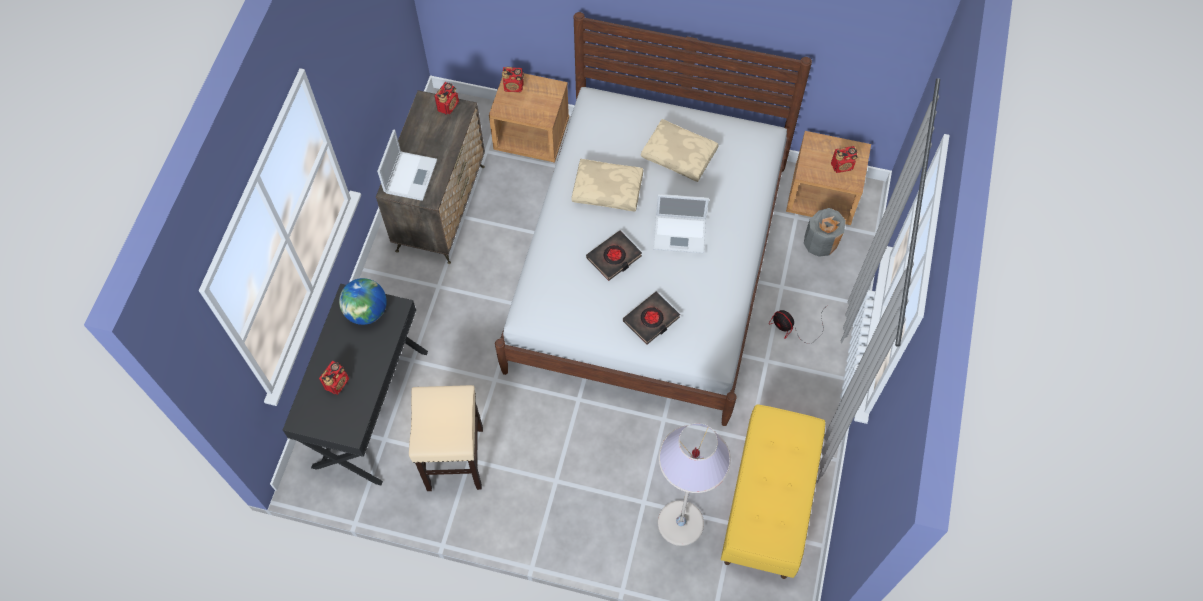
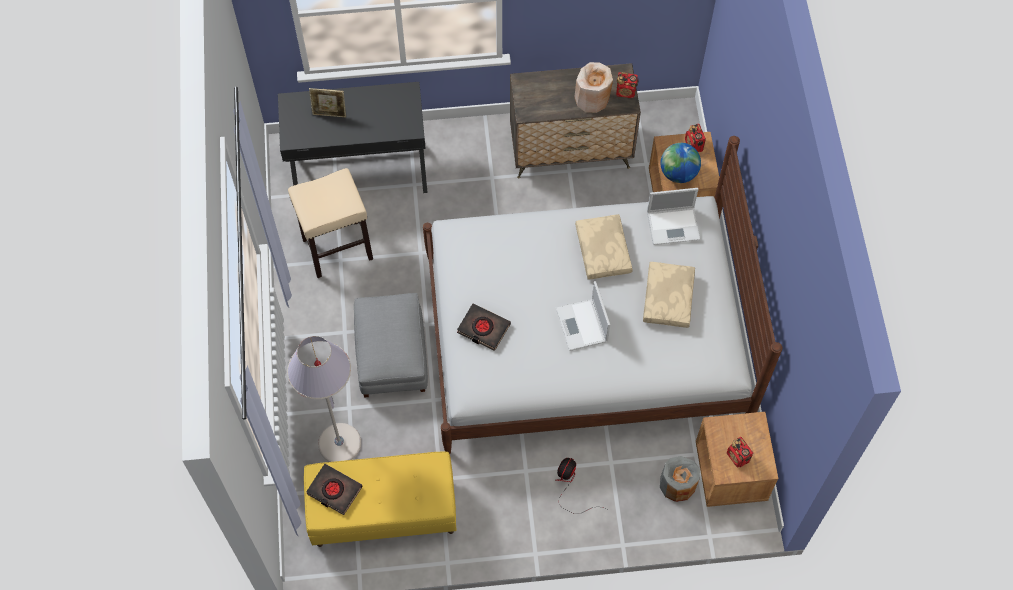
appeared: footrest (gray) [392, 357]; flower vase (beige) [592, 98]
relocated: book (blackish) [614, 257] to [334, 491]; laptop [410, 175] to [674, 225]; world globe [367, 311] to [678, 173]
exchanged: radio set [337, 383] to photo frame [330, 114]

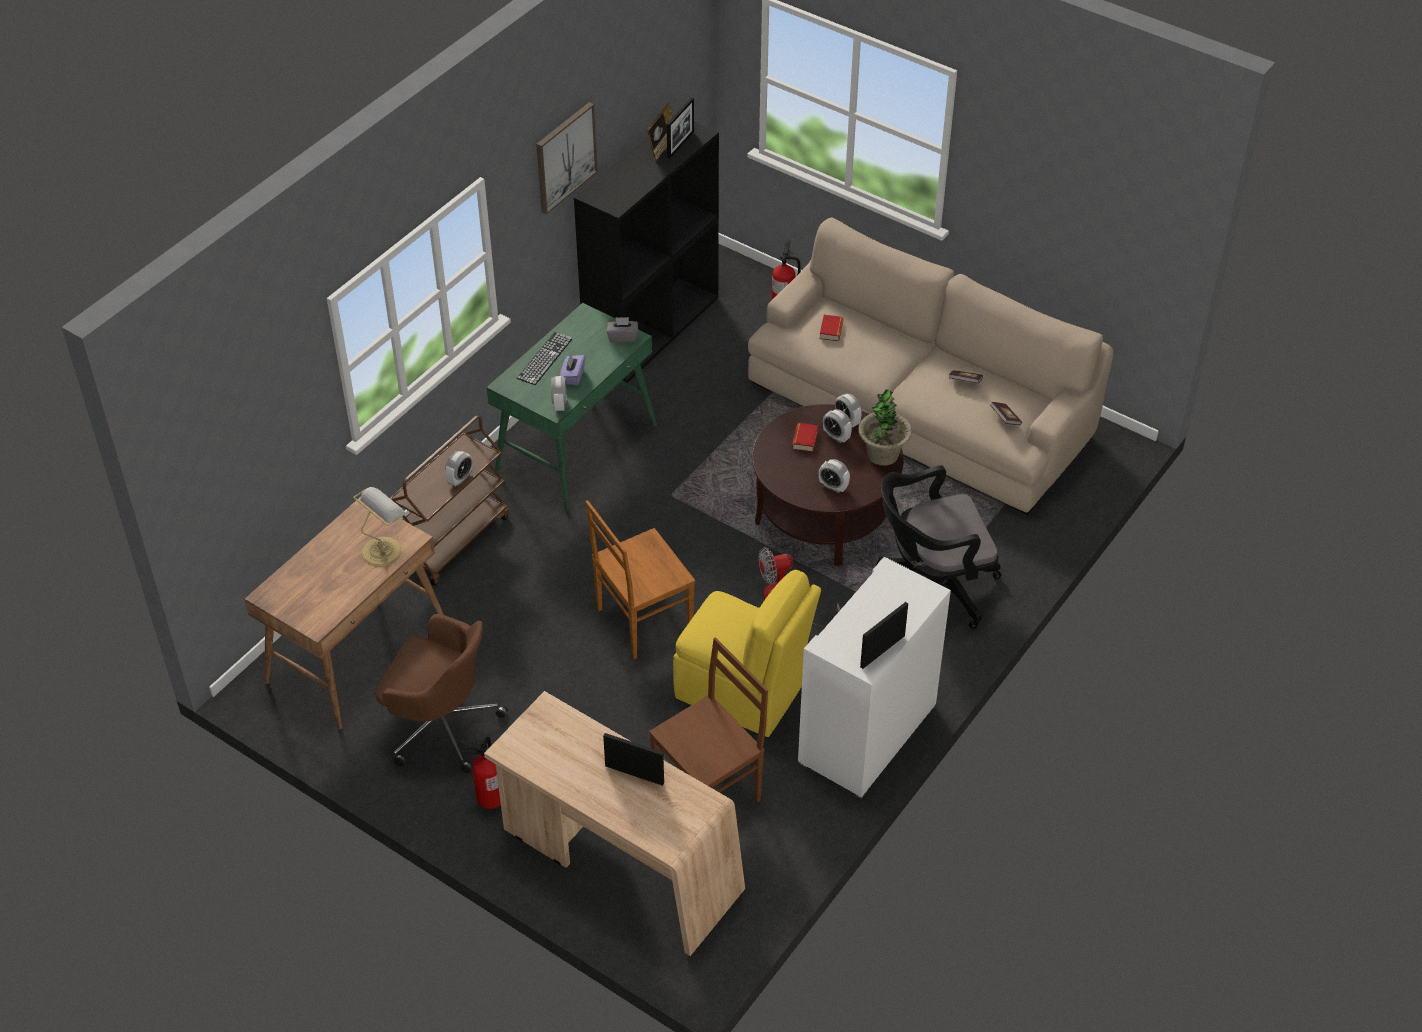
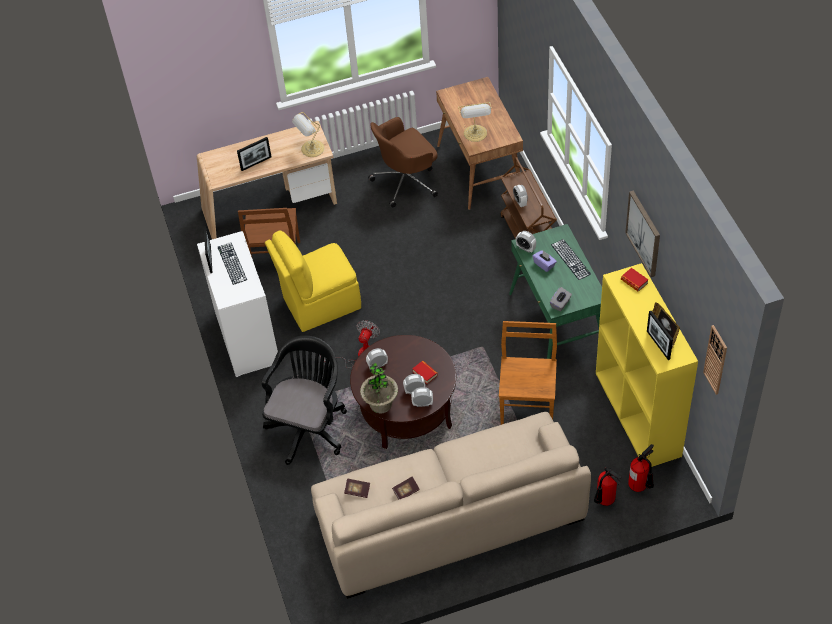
appeared: computer keyboard [232, 263]; table lamp [311, 149]; hanging clock [715, 359]
relocated: plain chair (brown) [642, 621] to [527, 406]; book [831, 330] to [634, 281]; fire extinguisher [490, 796] to [640, 486]
colour: bookshelf (blackish) [652, 329] to bookshelf (yellow) [639, 414]

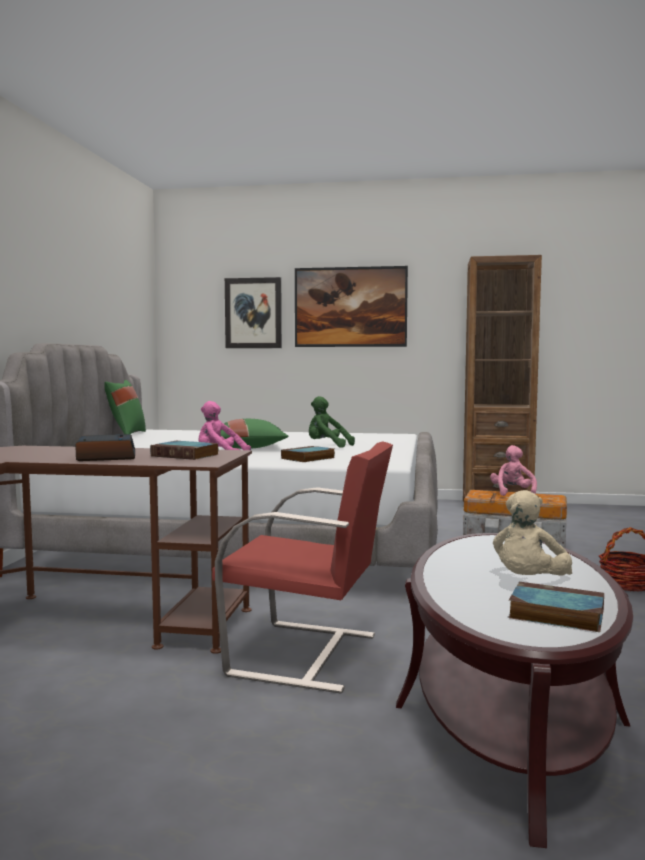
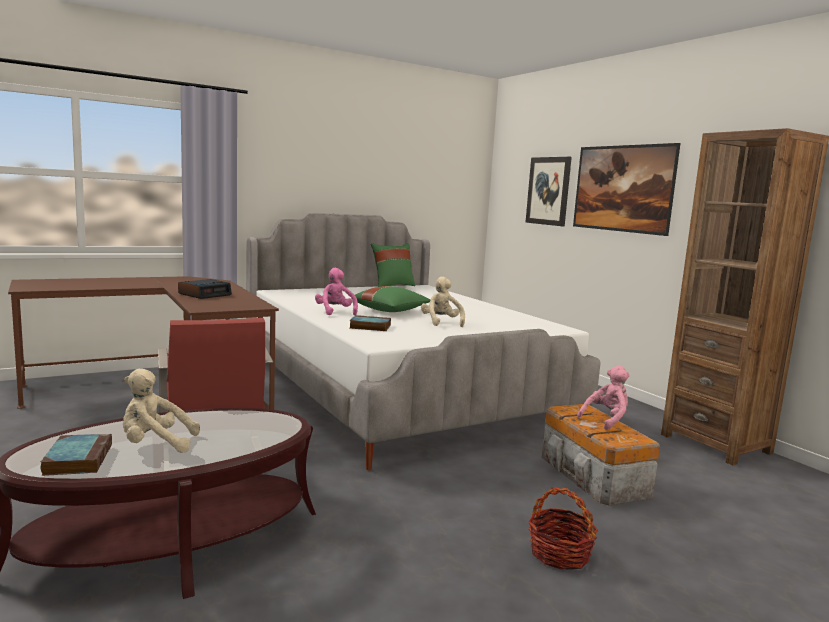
missing: book [186, 455]
colour: cuddly toy (green-coloured) [327, 446] to cuddly toy (beige) [441, 322]

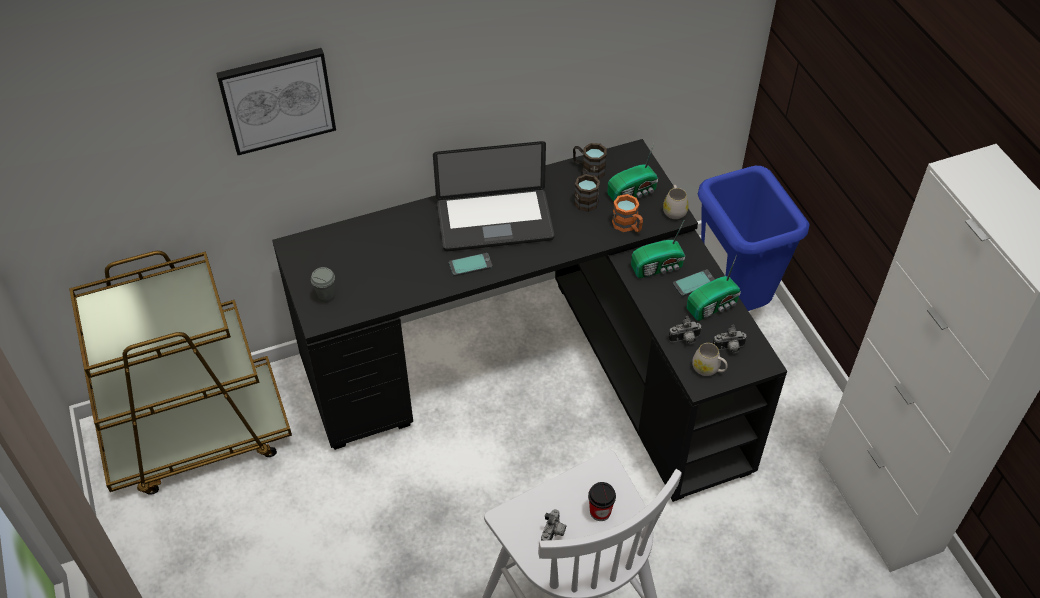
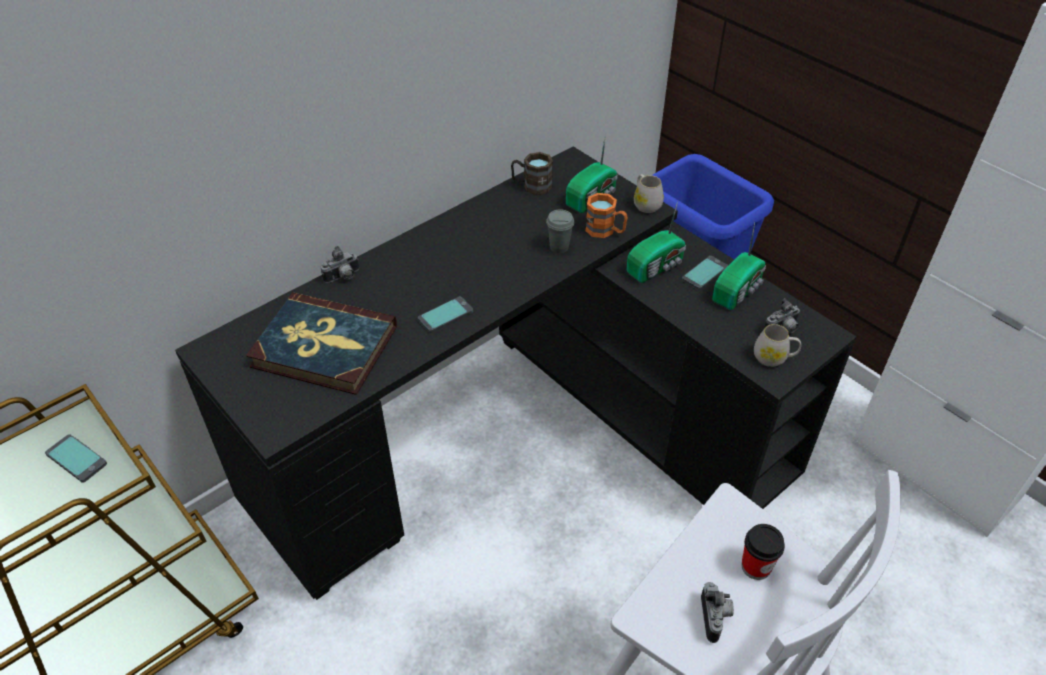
missing: wall picture [277, 99]; laptop [495, 222]; mug (brown) [585, 198]
appeared: telephone [77, 459]; book [324, 347]
relocated: photo camera [685, 340] to [343, 277]; drinking cup (gray) [326, 296] to [559, 247]

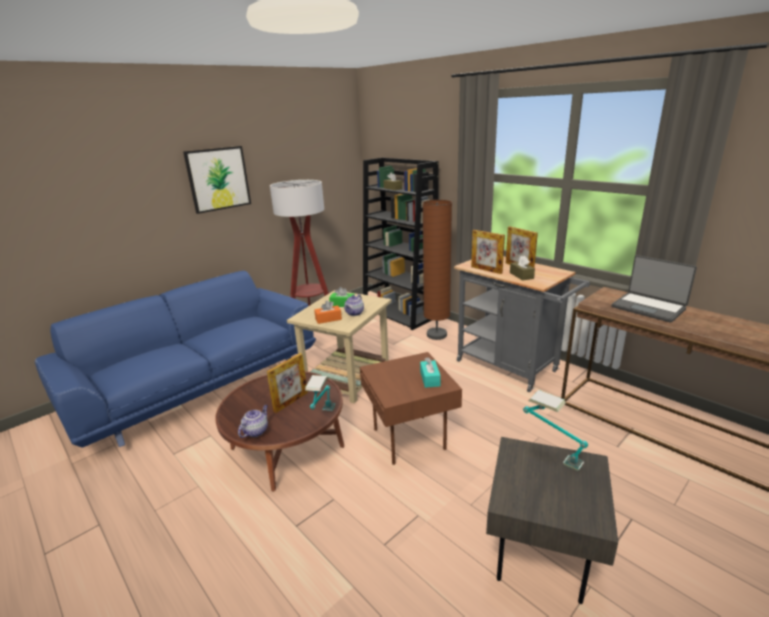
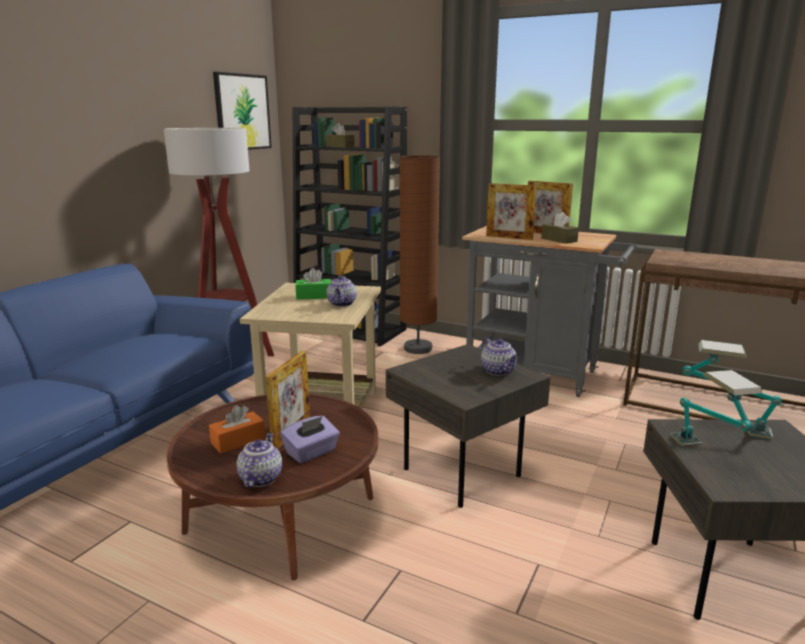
missing: laptop [648, 307]
appeared: tissue holder (purple) [311, 452]
relocated: tissue holder (orange-coloured) [328, 319] to [238, 441]; wall picture [218, 179] to [242, 112]; table lamp [323, 418] to [706, 458]
exchanged: tissue holder (blue-green) [430, 379] to teapot [498, 371]
colour: end table (brown) [411, 439] to end table (gray) [465, 472]

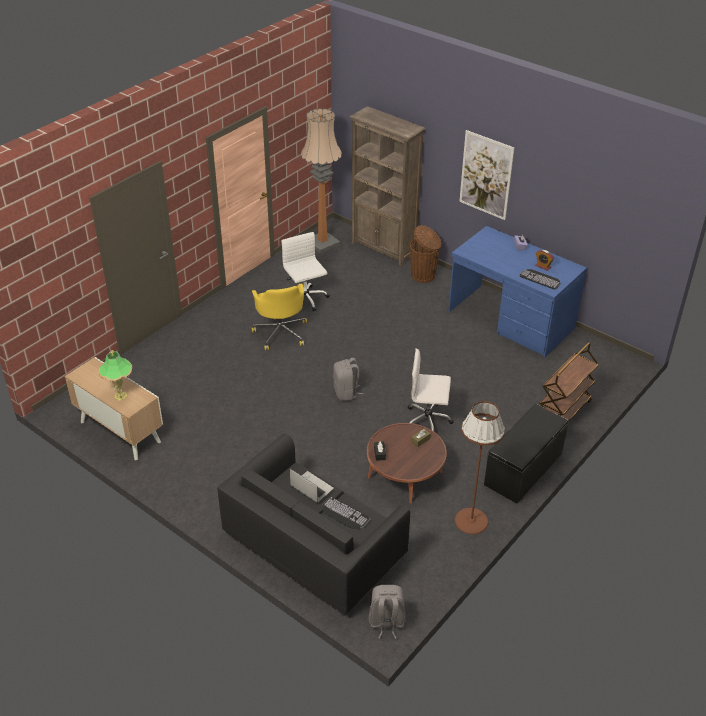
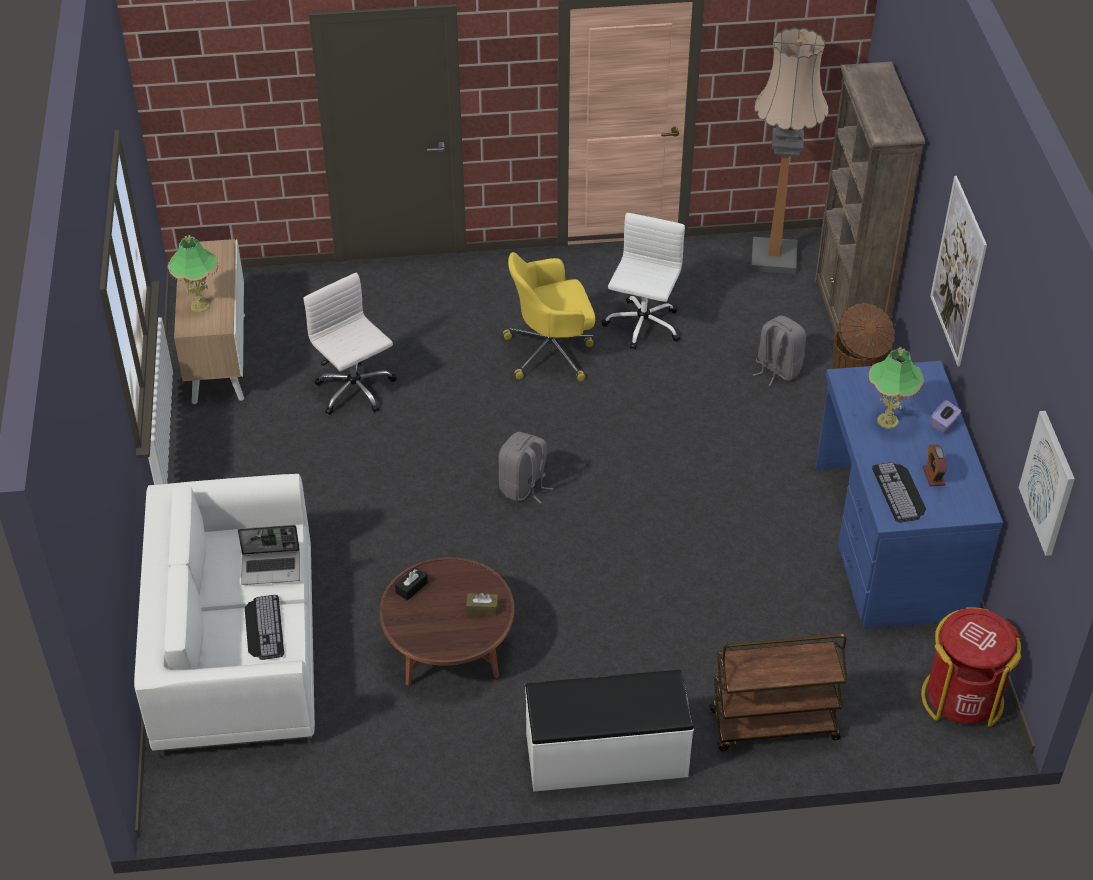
missing: standing lamp (brown) [471, 521]
appeared: table lamp [888, 421]; rubbish bin (reddish) [962, 698]; wall picture [1048, 483]
relocated: computer chair (whitish) [428, 421] to [355, 391]; knapsack (gray) [386, 622] to [777, 369]
colour: couch (blackish) [313, 546] to couch (whitish) [235, 647]; bench (blackish) [524, 469] to bench (whitish) [606, 756]
spun: laptop [311, 488] = [271, 568] 90 degrees clockwise; computer chair (yellow) [281, 332] = [551, 352] 45 degrees clockwise

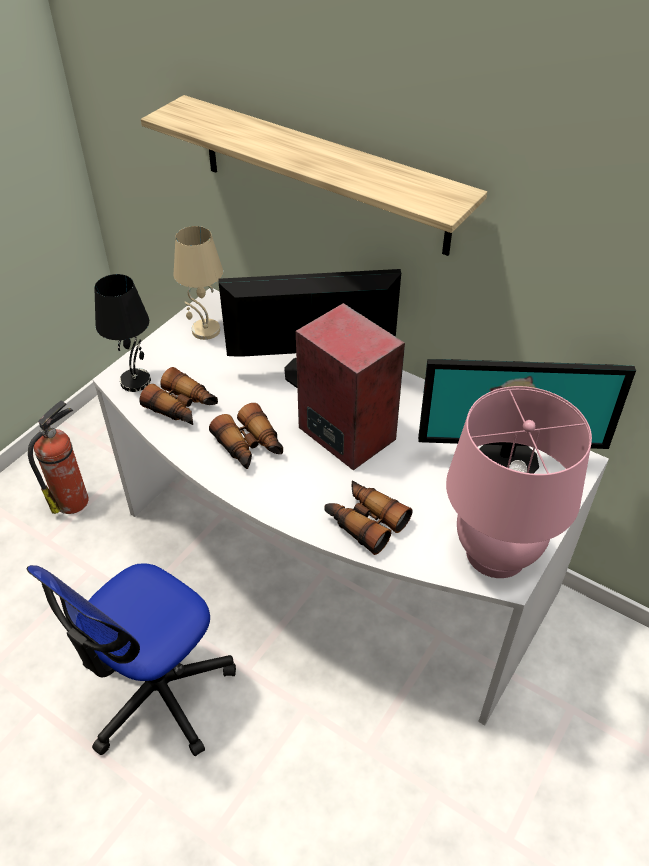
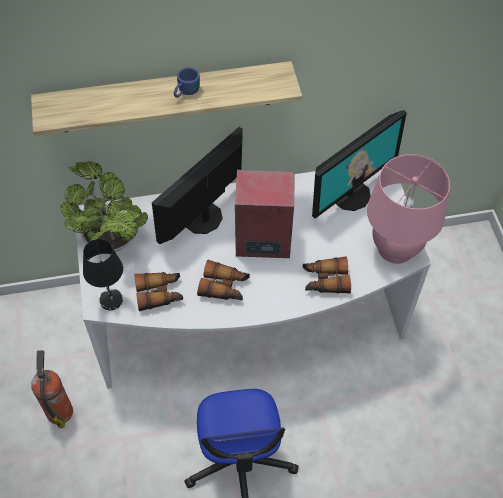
appeared: mug (bluish) [185, 92]
exchanged: table lamp (beige) [205, 331] to potted plant [110, 237]

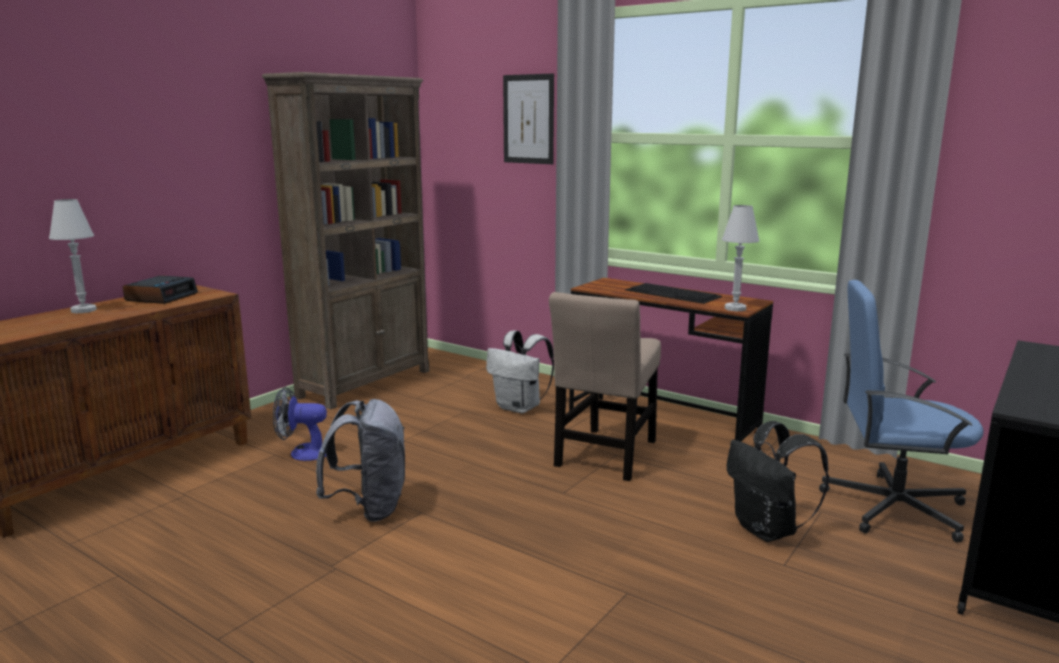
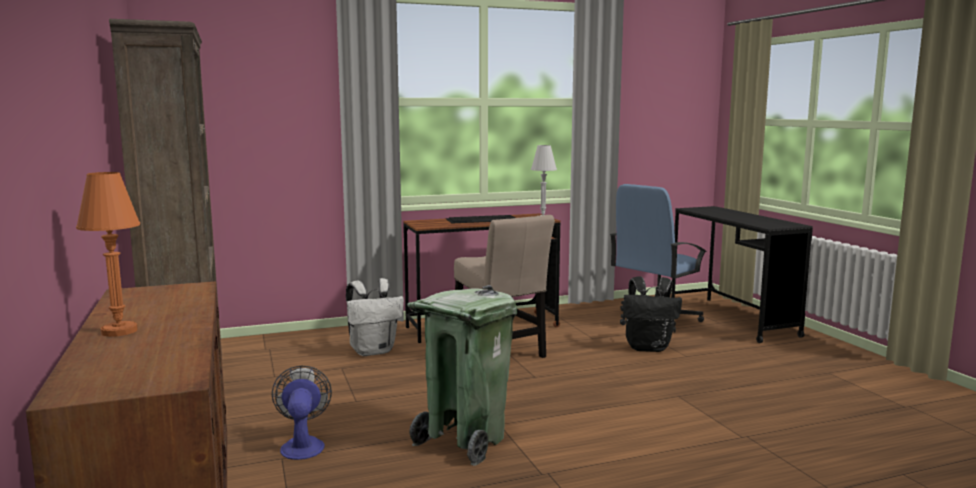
missing: table clock [161, 297]; wall picture [528, 119]
exchanged: knapsack (gray) [369, 508] to rubbish bin (green-coloured) [464, 440]
colour: table lamp (whitish) [83, 310] to table lamp (orange-coloured) [119, 331]
spun: electric fan [303, 452] = [302, 445] 135 degrees clockwise

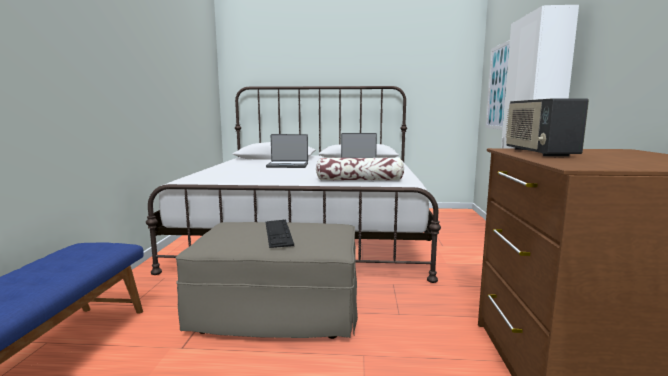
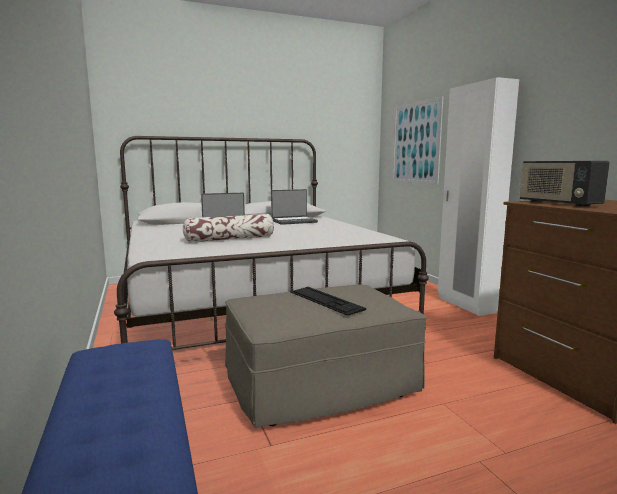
relocated: cushion [360, 180] to [230, 239]

